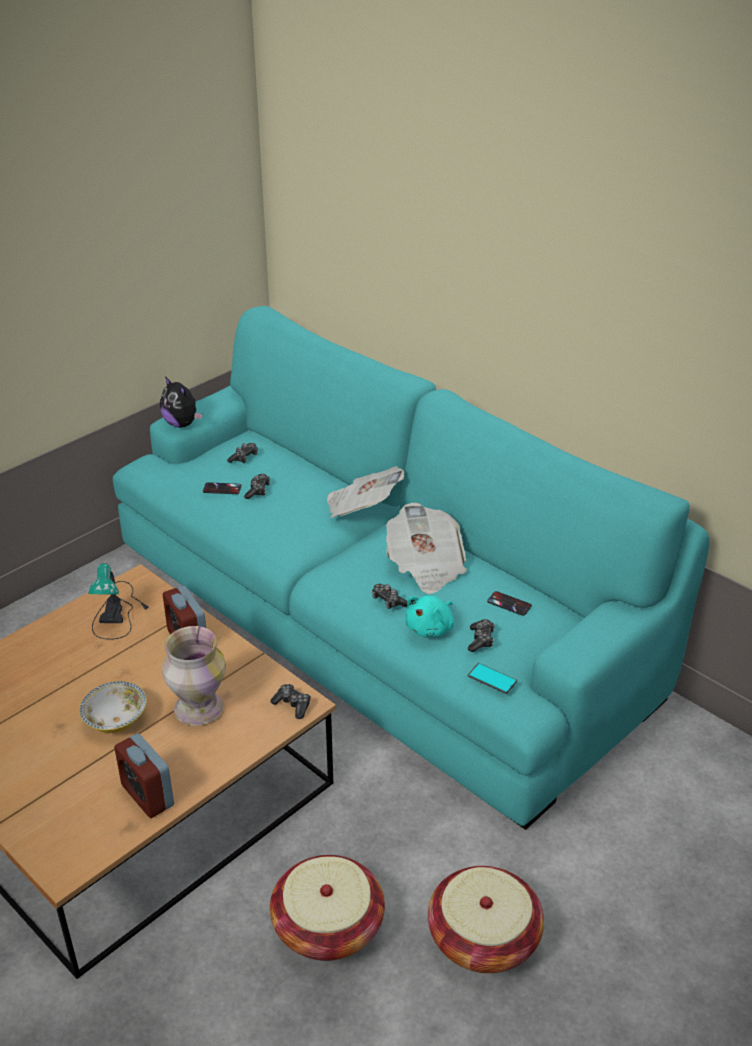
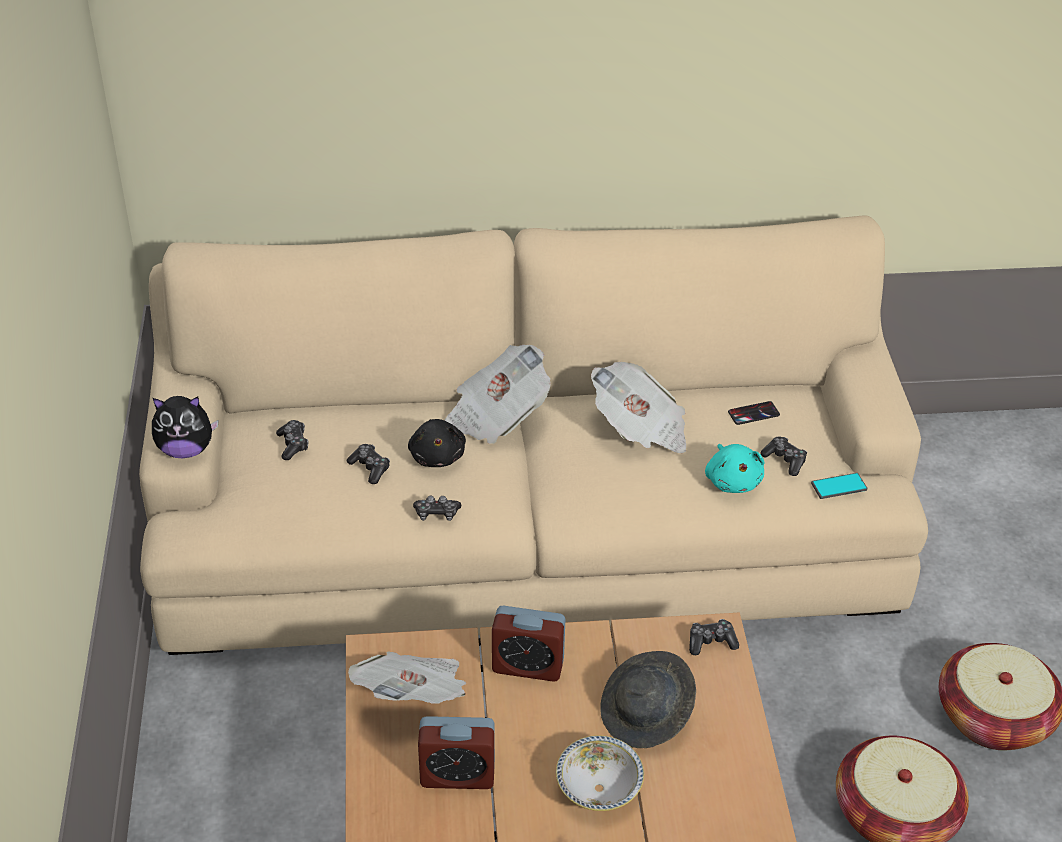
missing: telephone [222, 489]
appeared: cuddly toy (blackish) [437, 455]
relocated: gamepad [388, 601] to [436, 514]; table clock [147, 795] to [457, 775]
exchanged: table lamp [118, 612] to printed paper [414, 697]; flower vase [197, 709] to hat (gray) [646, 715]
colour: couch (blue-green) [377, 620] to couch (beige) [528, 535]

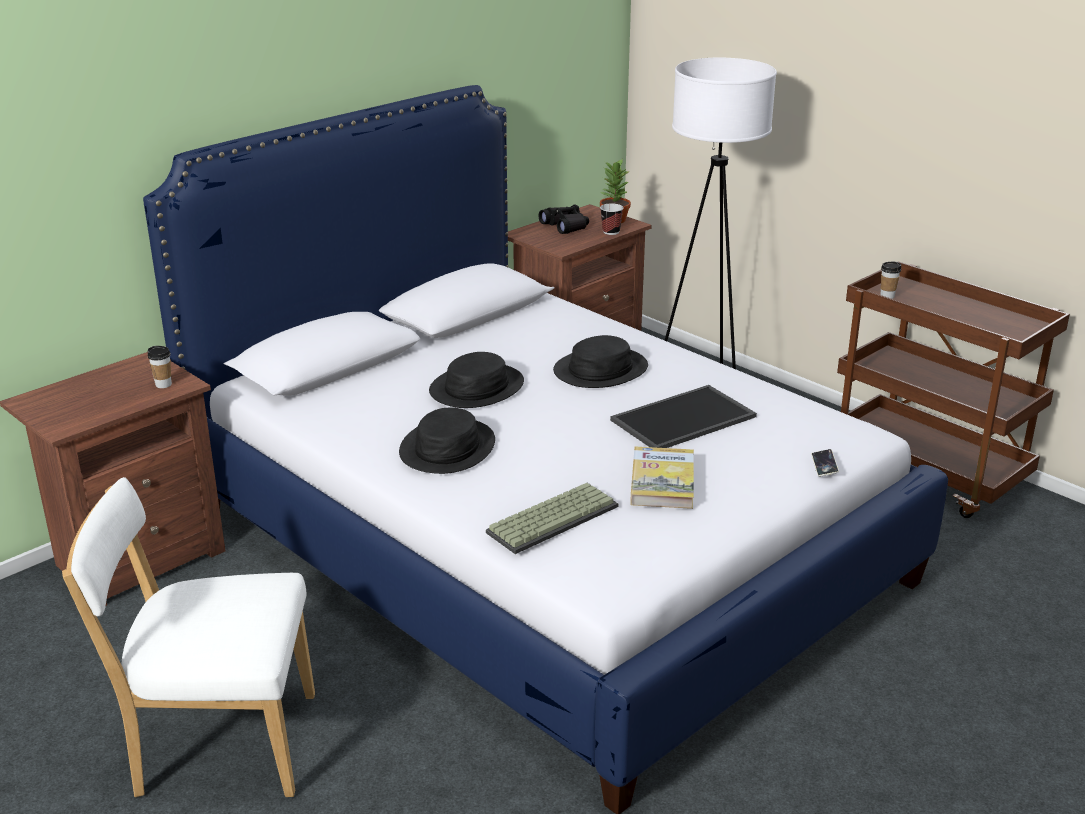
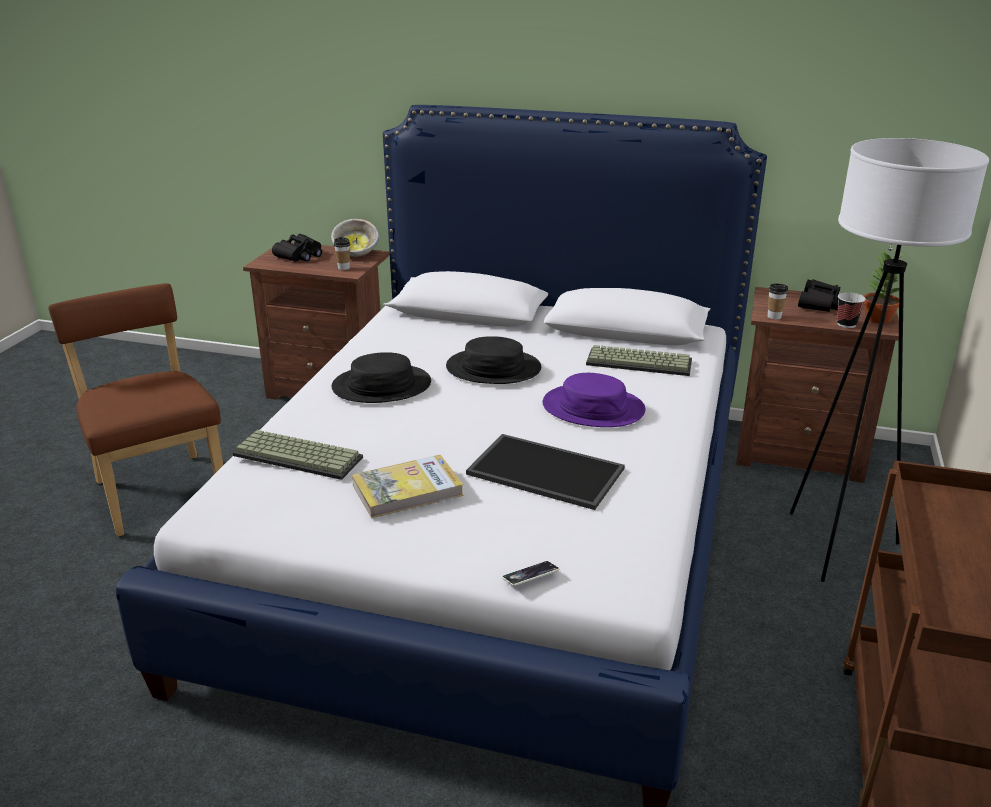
appeared: binoculars (blackish) [300, 255]; deep dish [357, 254]; computer keyboard [640, 362]
relocated: drinking cup [887, 296] to [774, 317]
colour: plain chair (whitish) [217, 744] to plain chair (brown) [159, 490]; hat (blackish) [600, 370] to hat (purple) [593, 408]

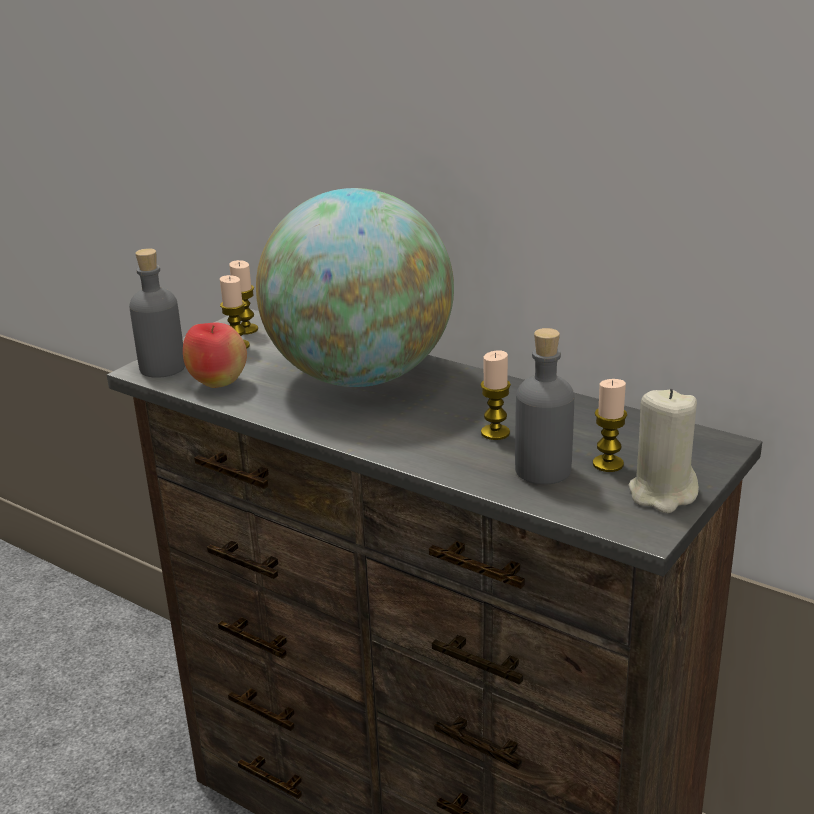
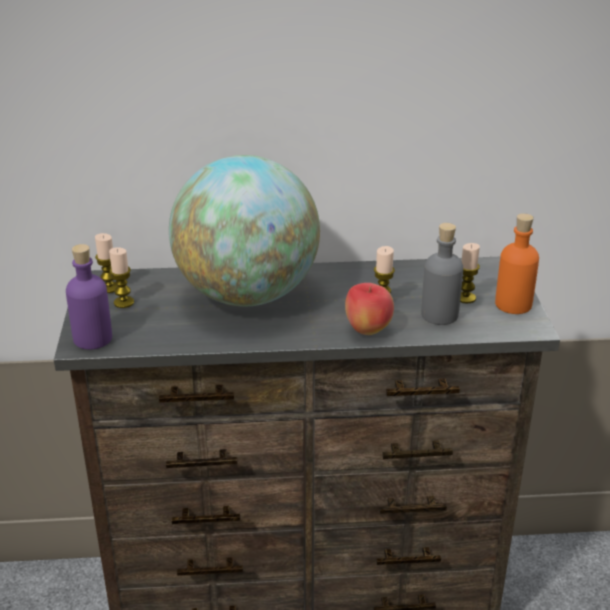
relocated: apple fruit [218, 383] to [367, 330]
exchanged: wax candle (beige) [662, 493] to bottle (orange-coloured) [513, 304]
colour: bottle (gray) [162, 368] to bottle (purple) [93, 338]

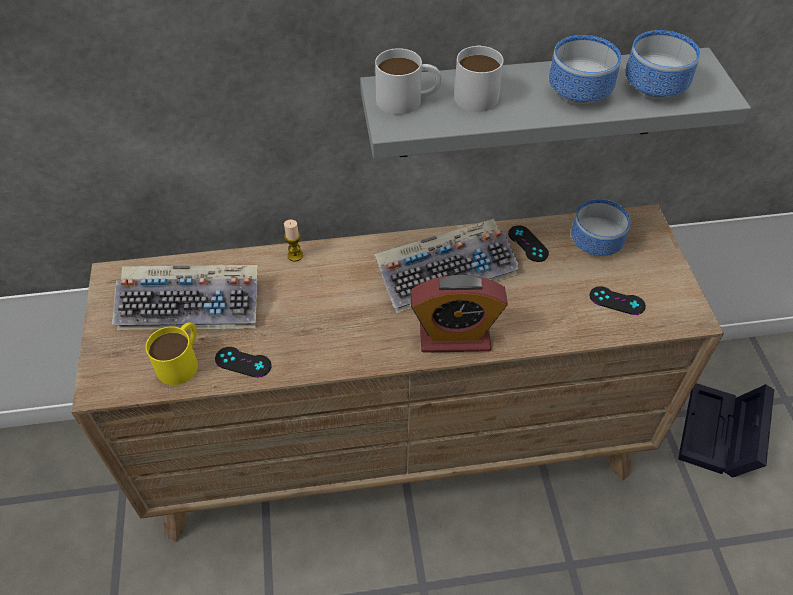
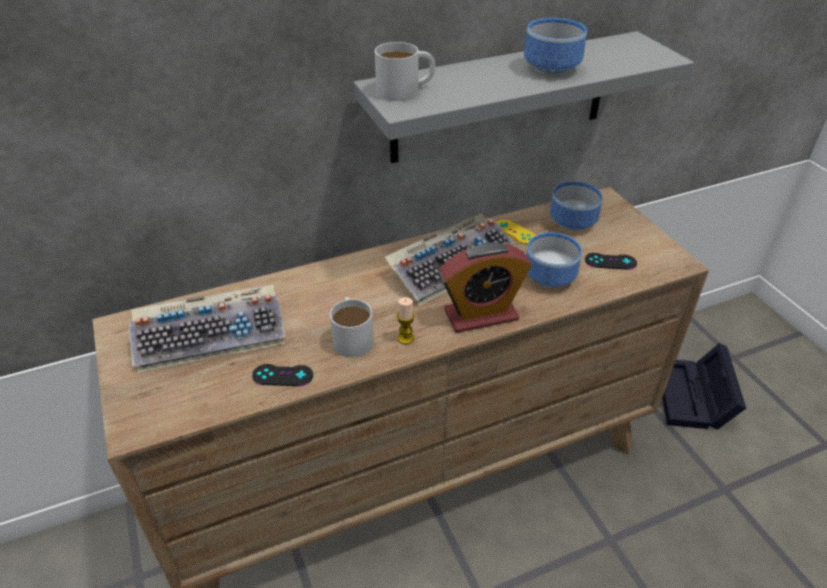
missing: mug (yellow) [182, 360]
relocated: mug (whitish) [476, 91] to [352, 336]; wax candle [295, 255] to [405, 338]; deep dish [656, 89] to [551, 278]
colour: gamepad (blackish) [528, 244] to gamepad (yellow) [515, 232]

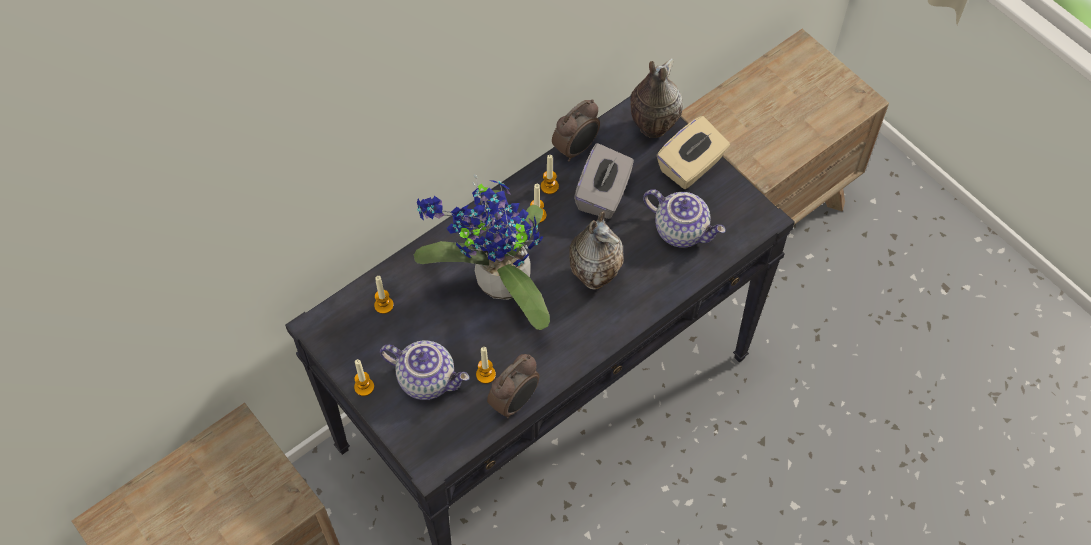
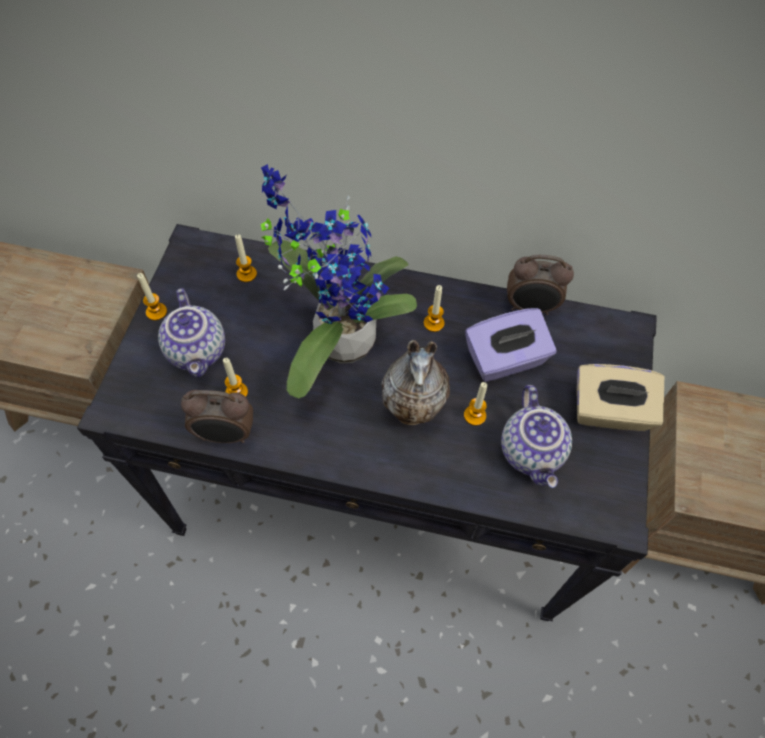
missing: flower vase [651, 128]
relocated: wax candle [549, 186] to [474, 415]
colour: tissue holder (gray) [603, 194] to tissue holder (purple) [505, 360]

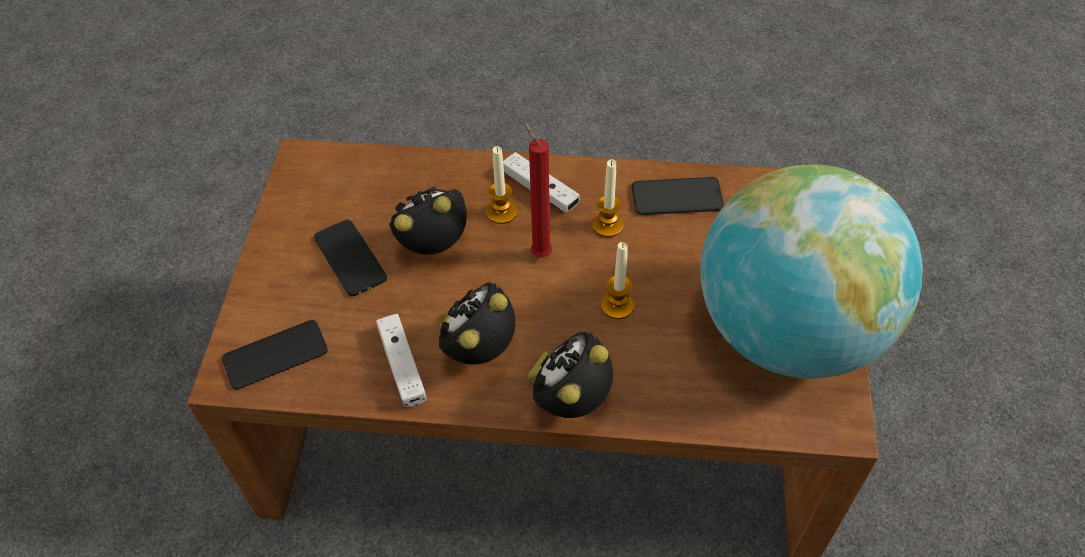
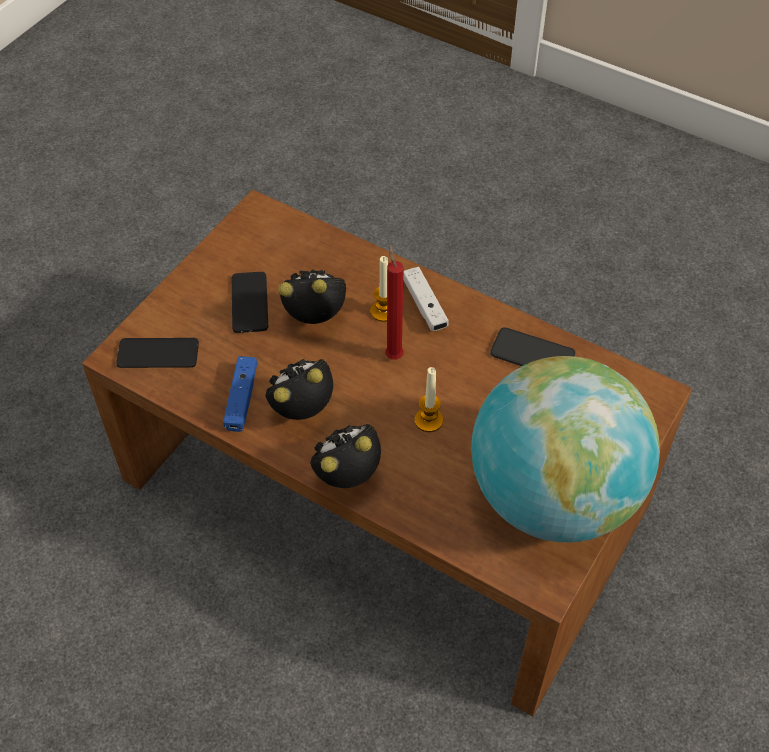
missing: wax candle [607, 225]
colour: gamepad (whitish) [402, 366] to gamepad (bluish) [241, 399]

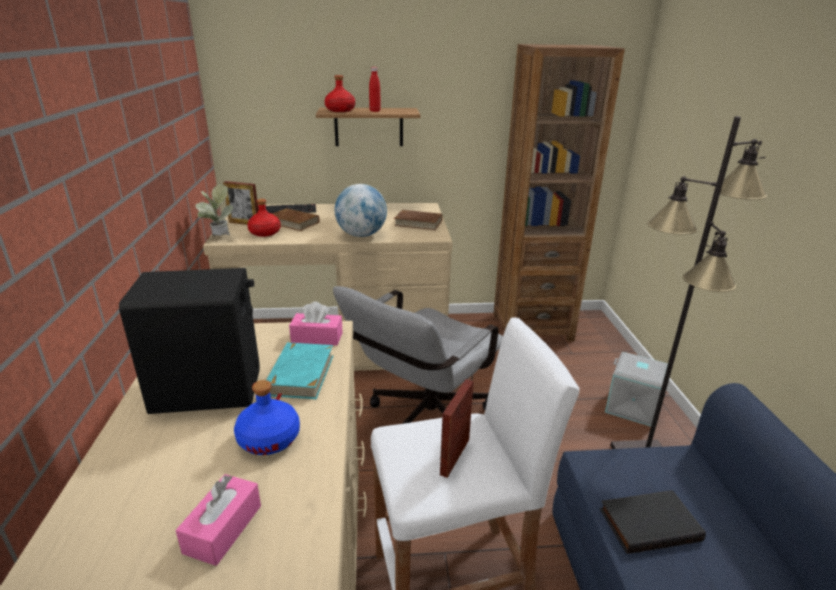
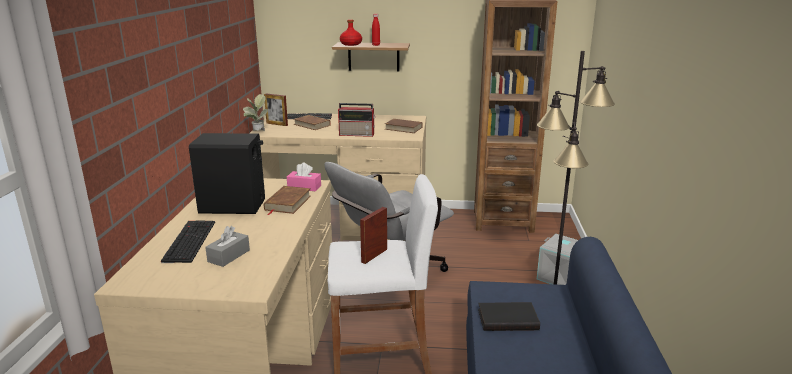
missing: bottle (bluish) [269, 439]; bottle (reddish) [264, 233]
appeared: computer keyboard [188, 241]
exchanged: world globe [361, 235] to radio set [357, 134]
colour: tissue holder (pinkish) [223, 529] to tissue holder (gray) [229, 256]; book (blue-green) [300, 375] to book (brown) [287, 203]

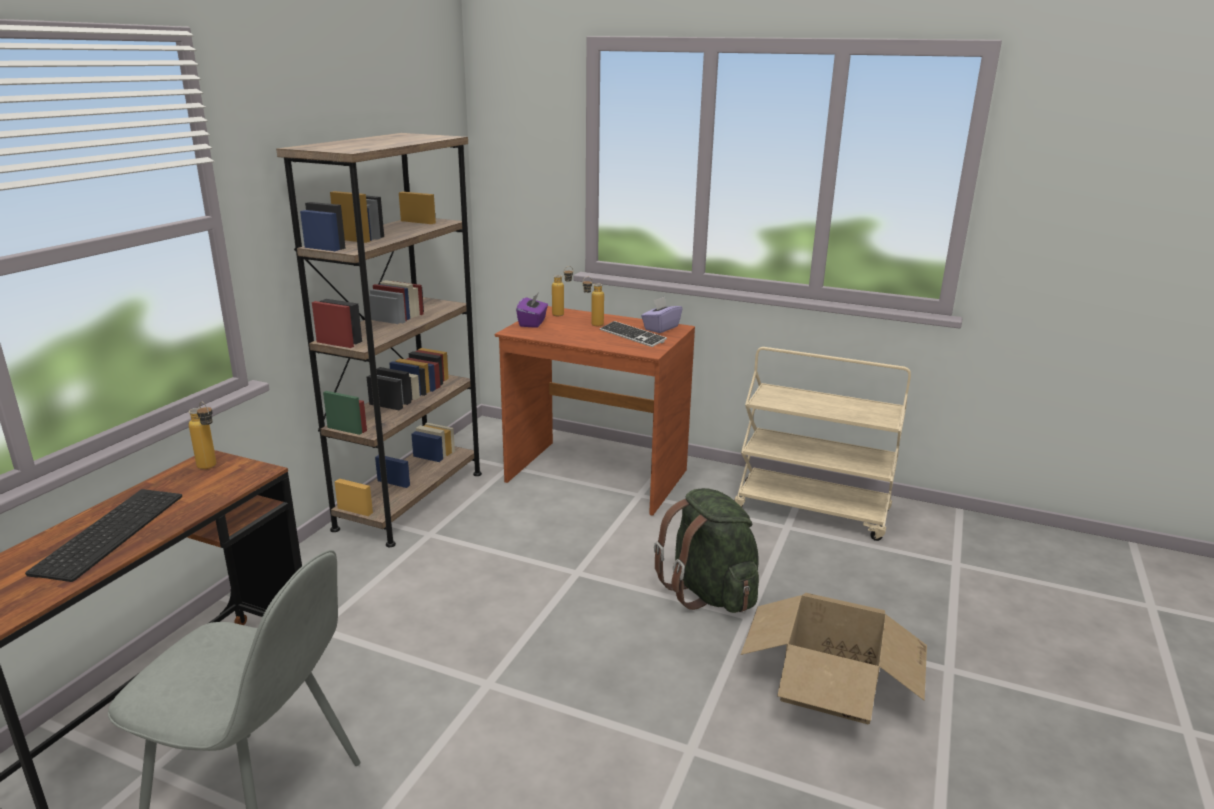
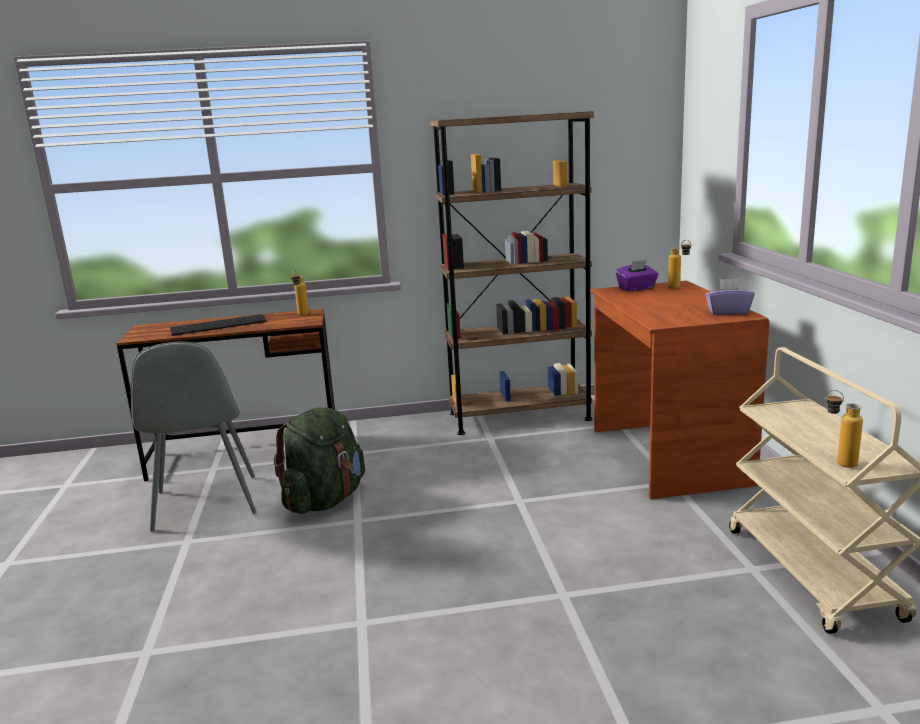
missing: computer keyboard [632, 336]; cardboard box [829, 683]
relocated: knapsack (green-coloured) [709, 592] to [325, 500]; bottle [592, 325] to [838, 462]

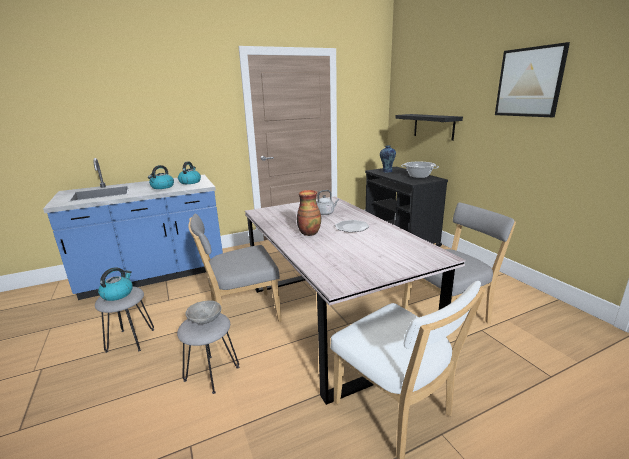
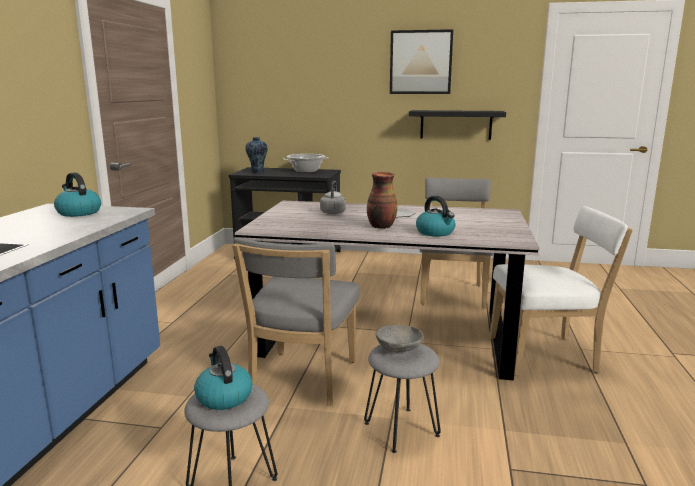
relocated: shelf (blackish) [433, 126] to [456, 124]; kettle [162, 187] to [435, 232]

